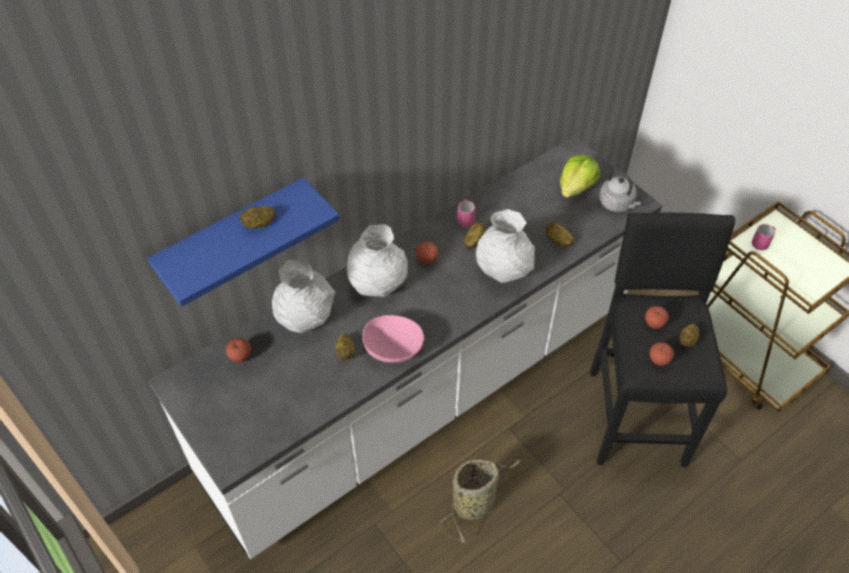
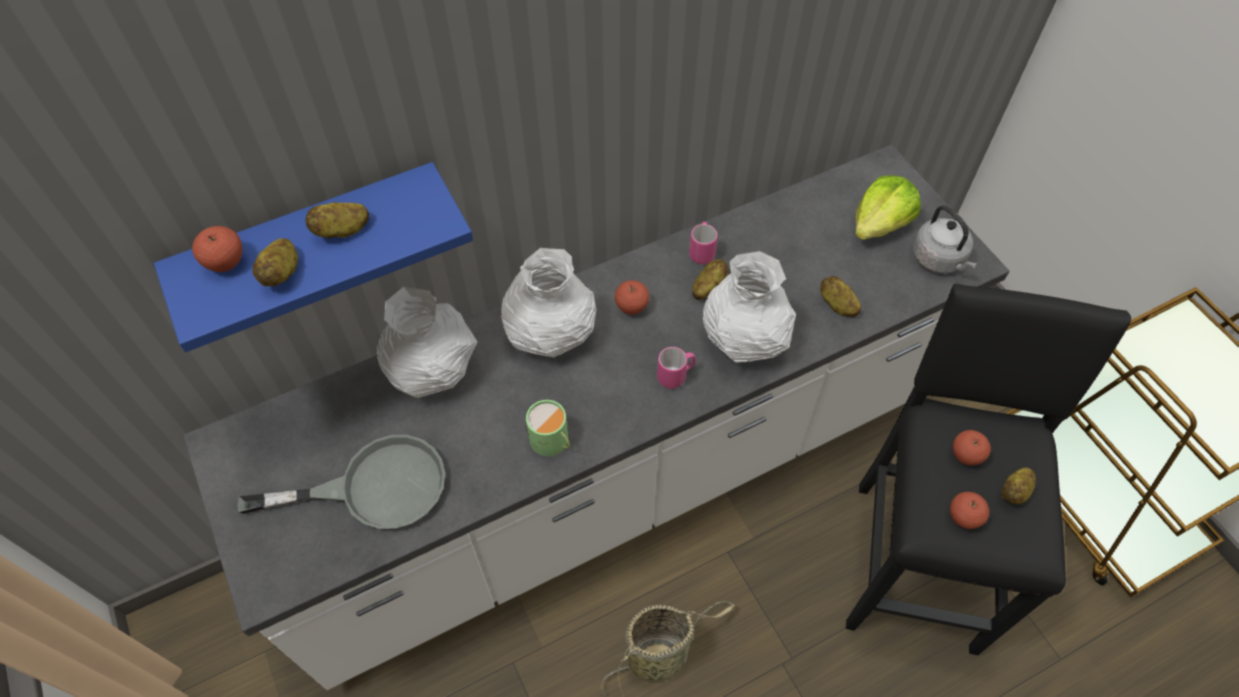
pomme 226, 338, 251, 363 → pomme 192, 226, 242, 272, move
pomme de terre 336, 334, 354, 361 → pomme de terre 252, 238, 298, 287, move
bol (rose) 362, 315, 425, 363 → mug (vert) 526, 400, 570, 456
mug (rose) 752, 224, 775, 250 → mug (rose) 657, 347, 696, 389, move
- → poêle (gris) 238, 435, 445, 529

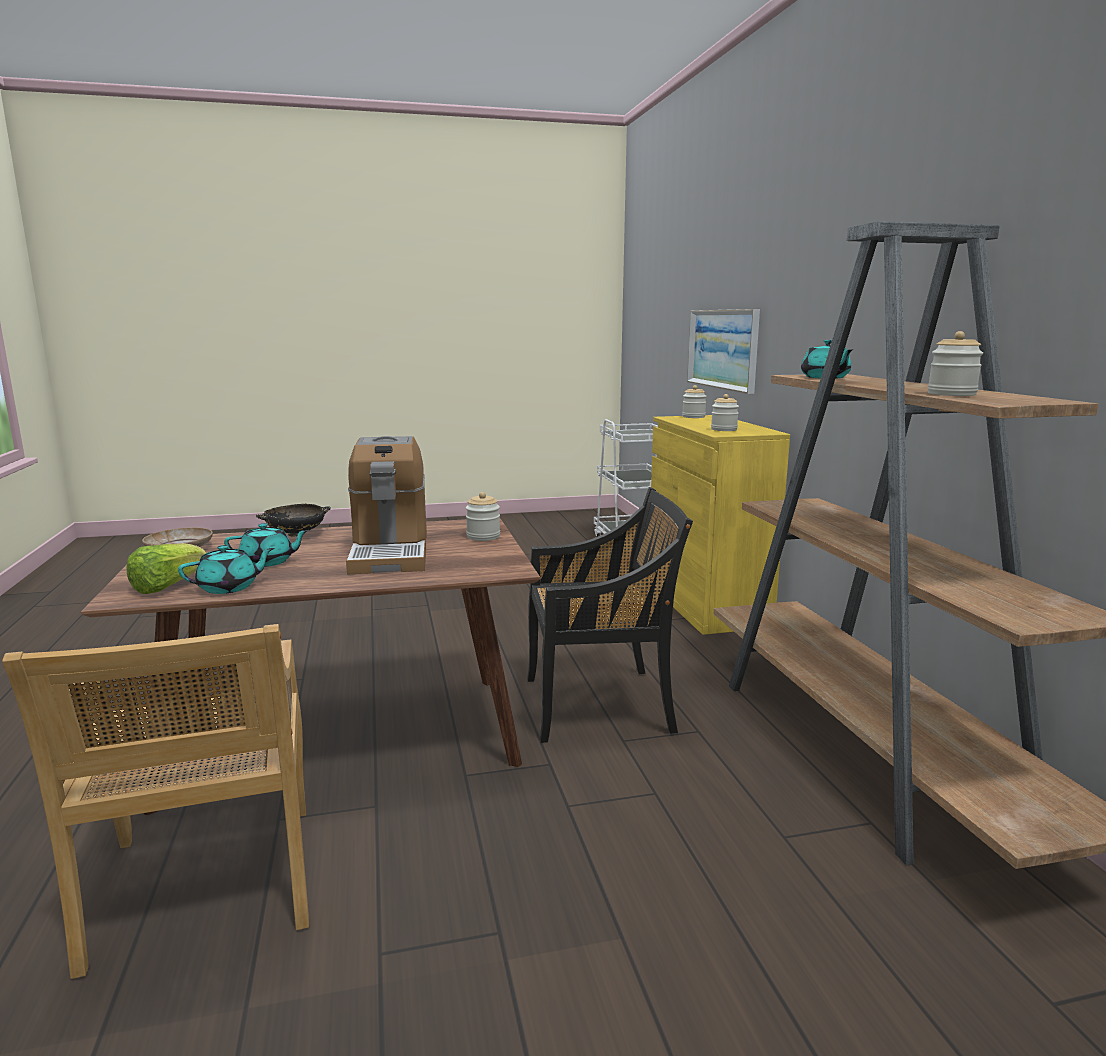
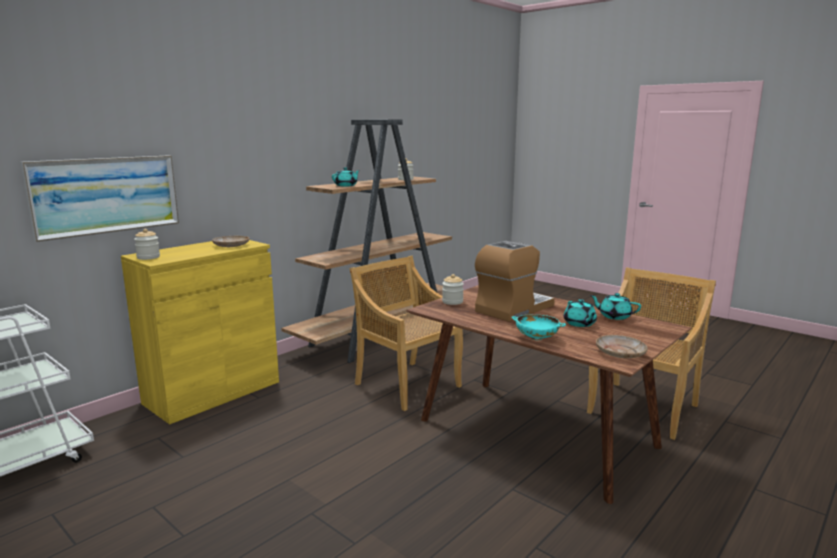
laitue 127, 543, 206, 594 → -
théière (turquoise) 224, 523, 309, 567 → théière (turquoise) 564, 299, 597, 327, 150 degrees counterclockwise
bol (noir) 256, 504, 331, 536 → bol (turquoise) 511, 315, 566, 340
chaise (noir) 527, 487, 693, 743 → chaise (beige) 350, 256, 463, 411
bocal 711, 394, 739, 431 → assiette (beige) 212, 236, 250, 247

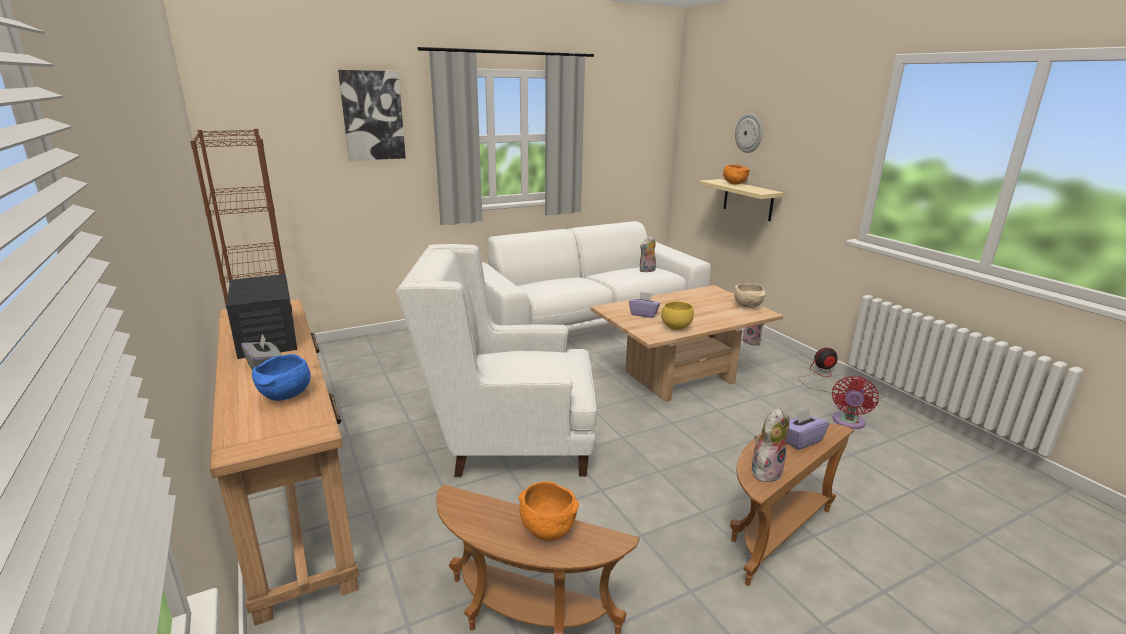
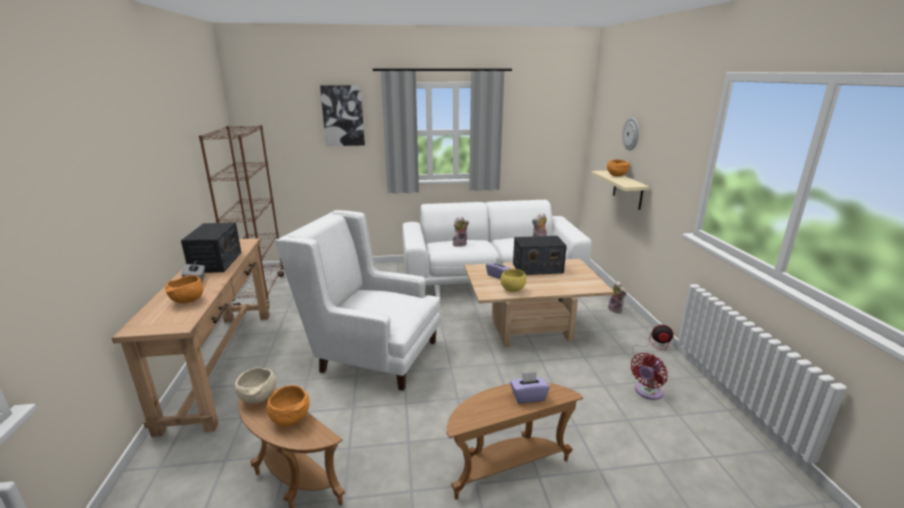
bol (bleu) 252, 354, 311, 401 → bol (orange) 165, 275, 203, 303
bol (beige) 734, 283, 766, 308 → bol (beige) 235, 367, 276, 404, move
peluche 752, 408, 789, 482 → peluche 453, 217, 469, 247, move
- → radio 513, 236, 567, 275

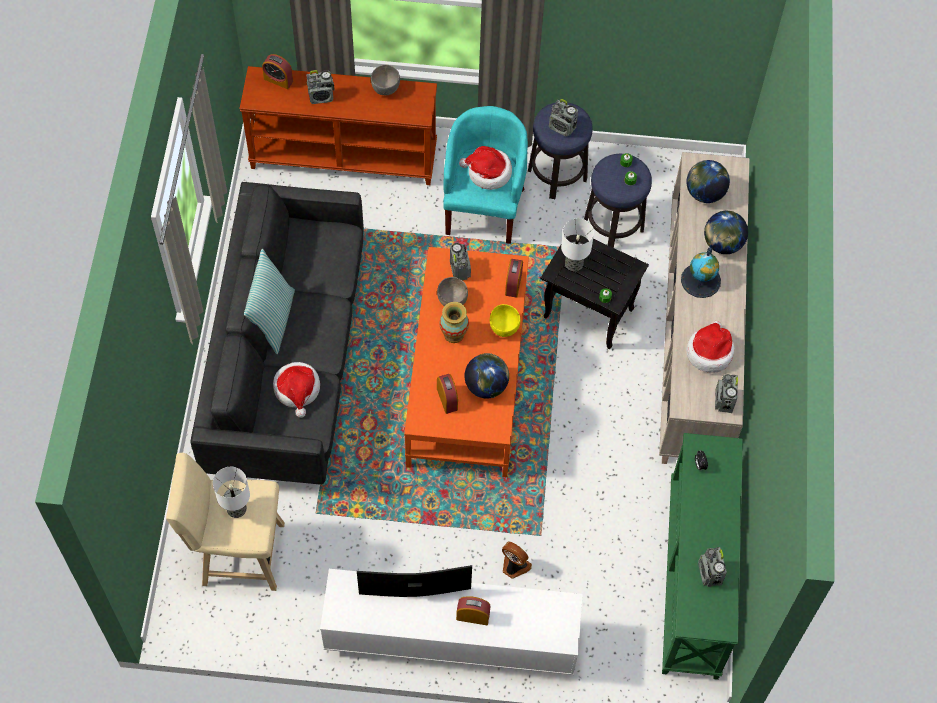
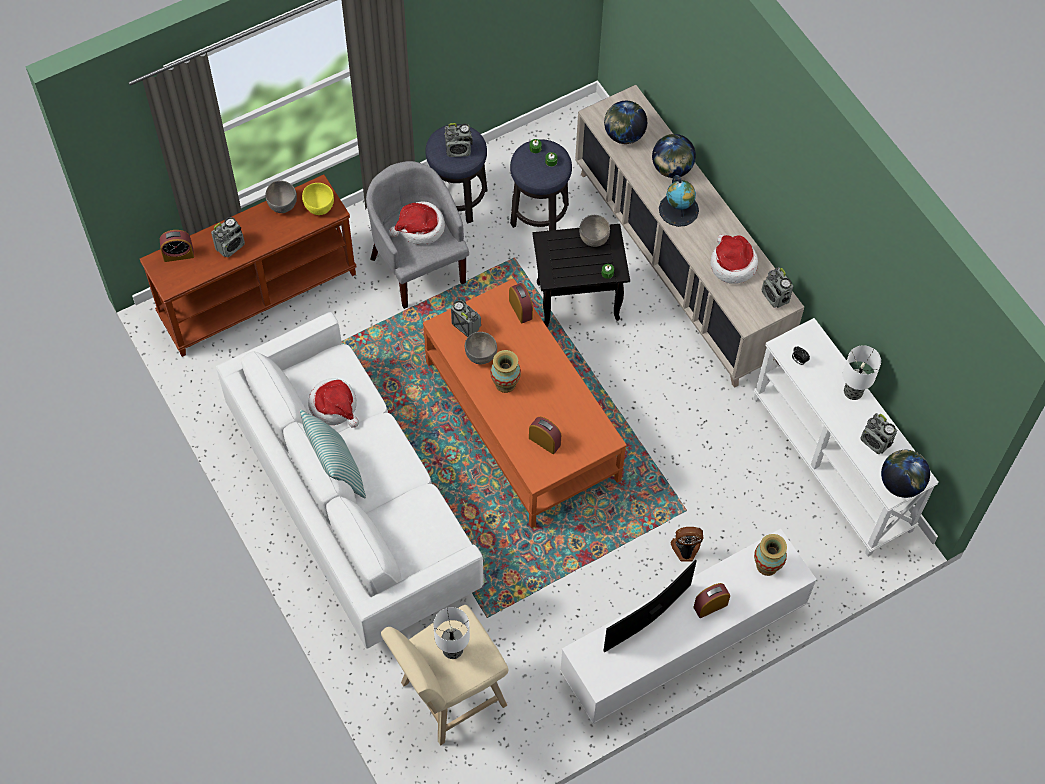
canapé (noir) 190, 182, 364, 484 → canapé (blanc) 216, 312, 484, 649
chapeau 273, 362, 320, 418 → chapeau 308, 378, 359, 428, move
fauteuil (turquoise) 443, 106, 528, 244 → fauteuil (gris) 366, 161, 469, 309
globe 464, 353, 509, 398 → globe 881, 450, 930, 498, move
bol (jaune) 490, 304, 520, 337 → bol (jaune) 302, 183, 334, 215, move
lampe de table 561, 218, 594, 271 → lampe de table 843, 345, 881, 400, move
table console (vert) 662, 433, 743, 680 → table console (blanc) 754, 318, 939, 556
- → bol (gris) 579, 215, 610, 247
- → vase 754, 534, 787, 576

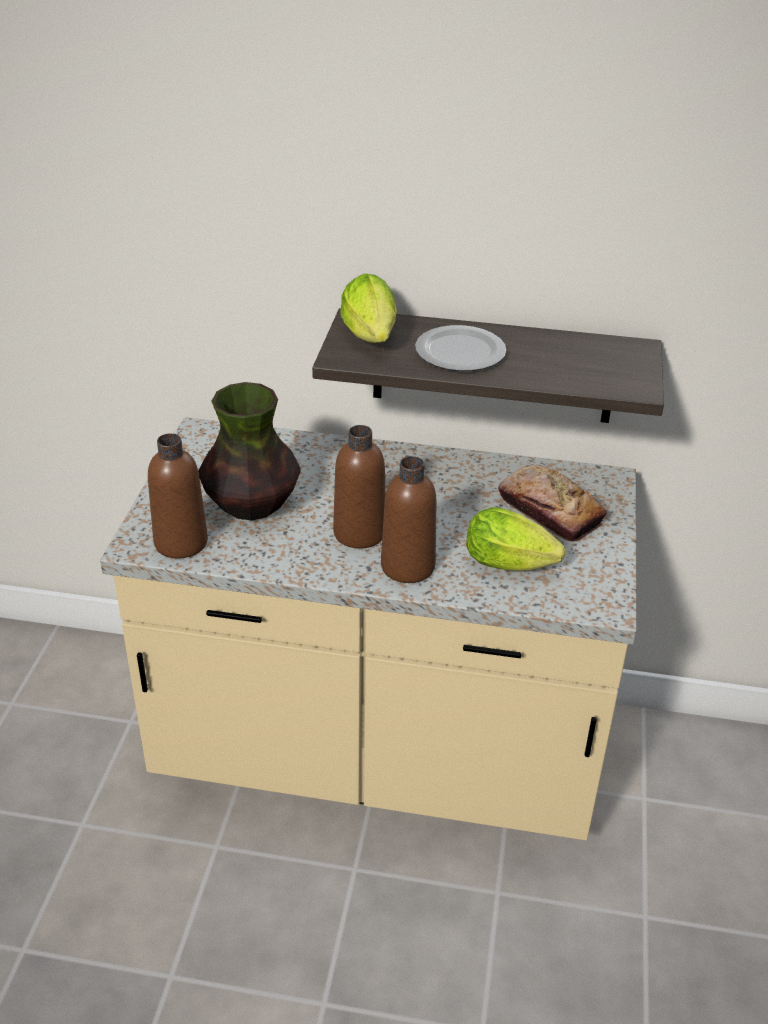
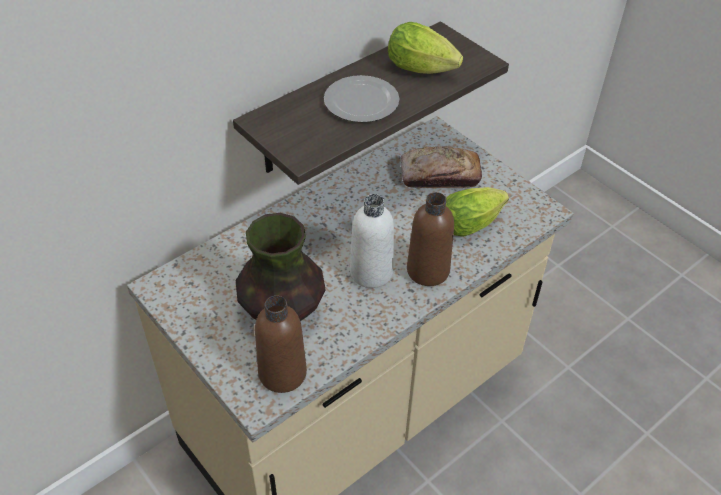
bouteille (marron) 333, 425, 386, 549 → bouteille (blanc) 350, 194, 394, 288
laitue 340, 273, 397, 343 → laitue 388, 22, 463, 74, move

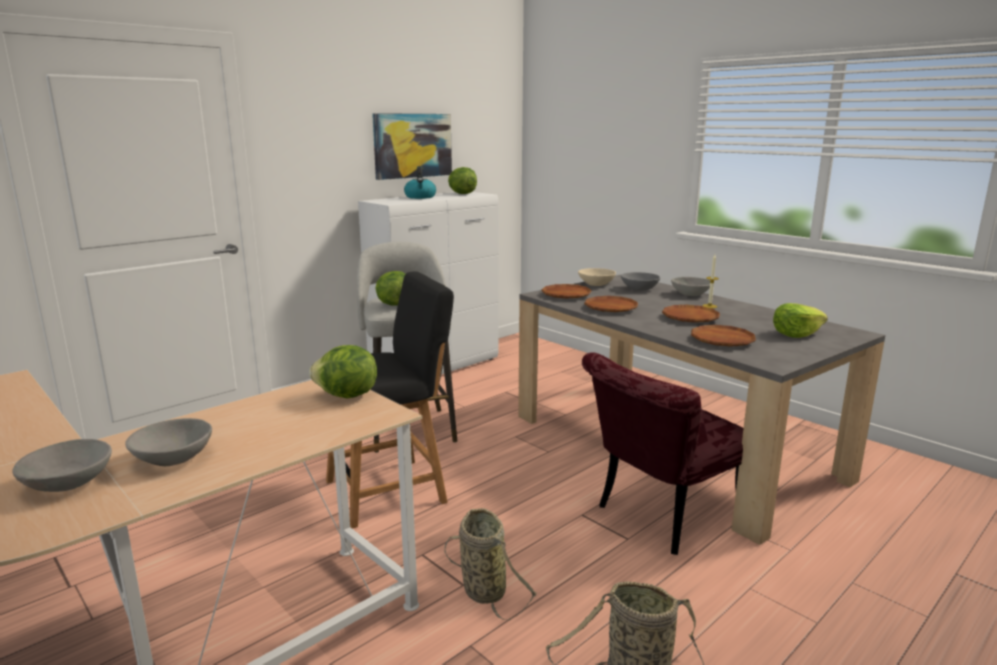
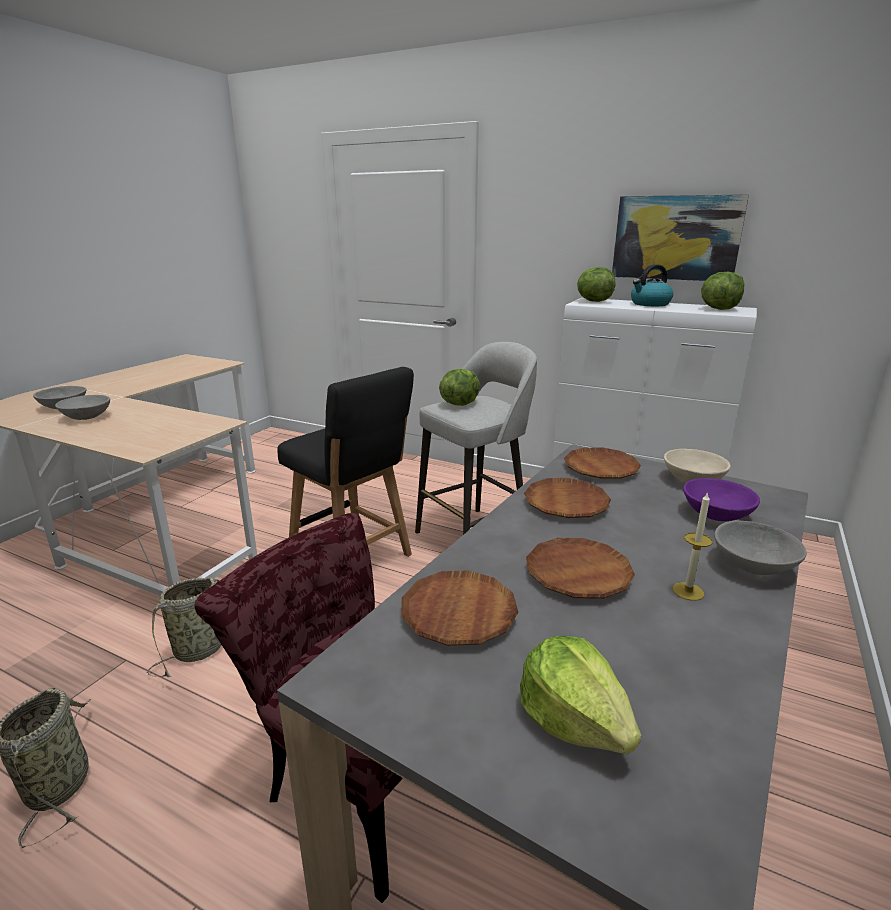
laitue 310, 345, 377, 399 → laitue 577, 267, 615, 302, move
bol (gris) 621, 272, 660, 291 → bol (violet) 683, 478, 760, 521

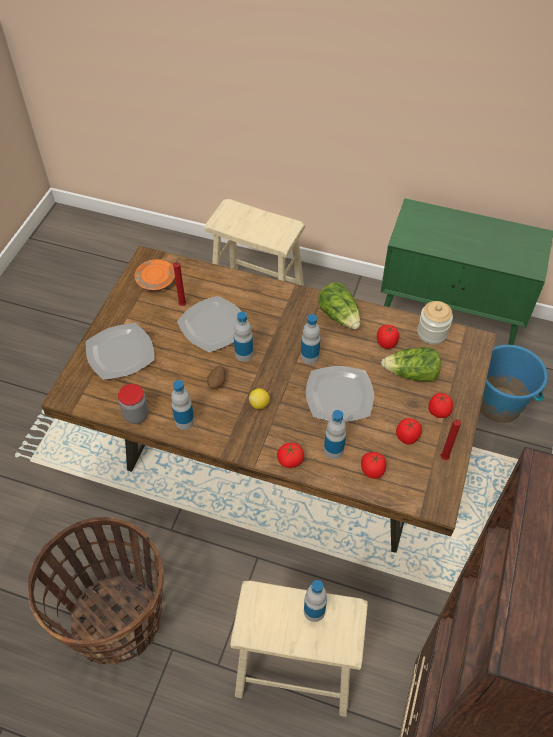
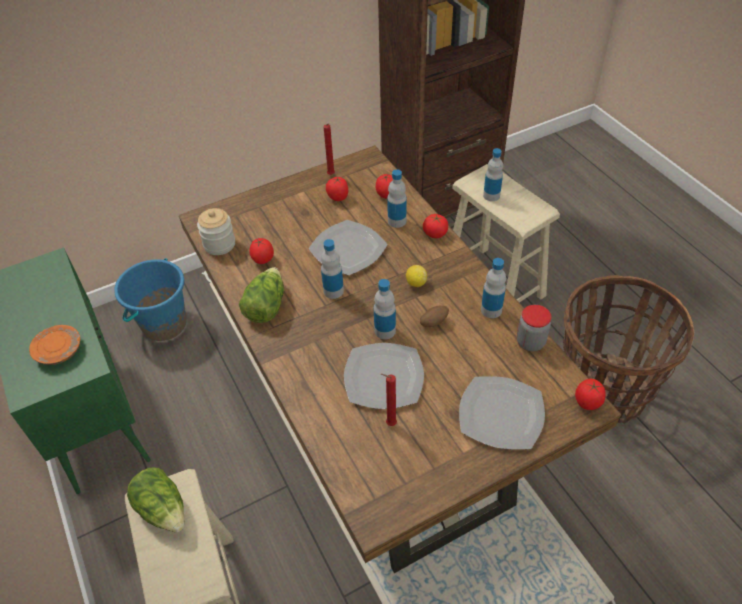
assiette (orange) 134, 259, 175, 291 → assiette (orange) 29, 325, 80, 365, move
laitue 381, 347, 441, 382 → laitue 127, 467, 185, 532, move
tomate 428, 393, 453, 418 → tomate 575, 379, 606, 410, move

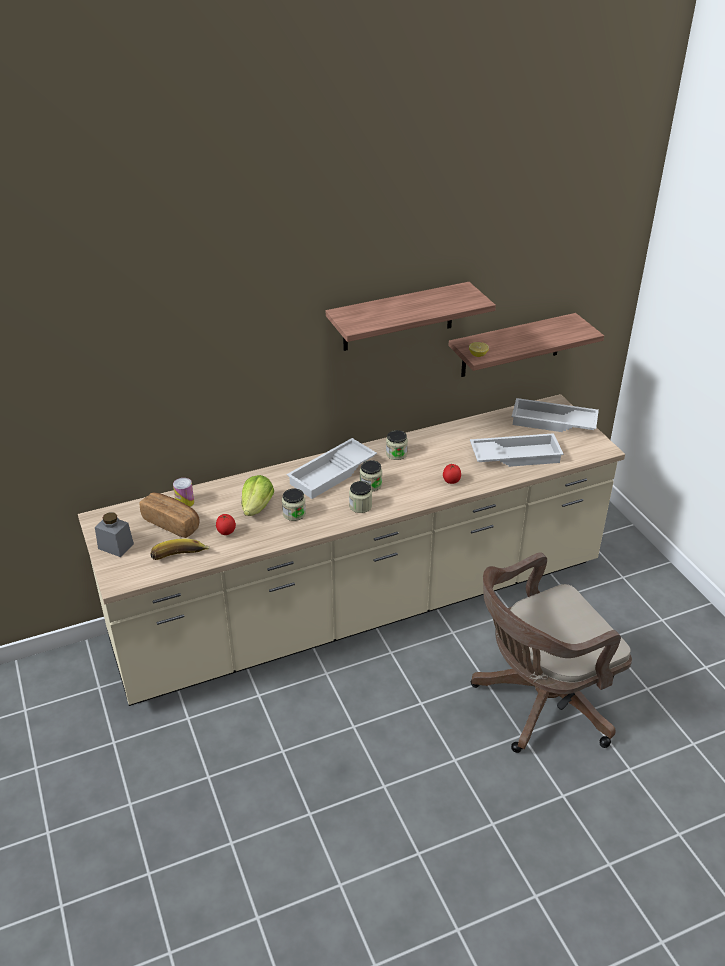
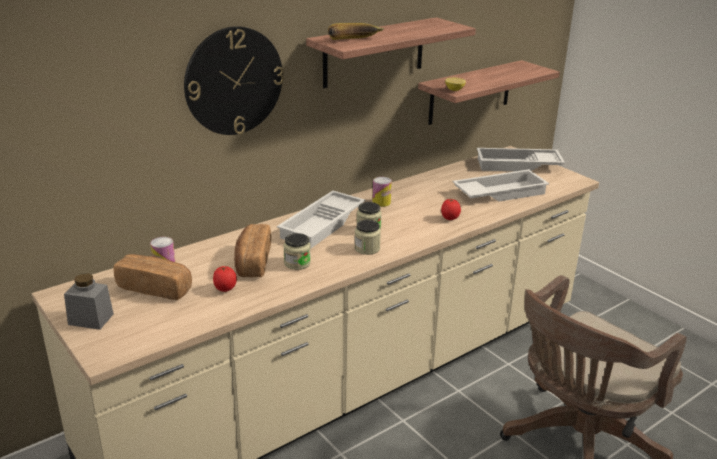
banane 150, 539, 210, 560 → banane 328, 23, 384, 40, move
laitue 242, 475, 274, 516 → pain 234, 224, 271, 277
bocal 386, 430, 408, 460 → boîte métallique 372, 177, 392, 207
- → horloge murale 184, 26, 284, 135

